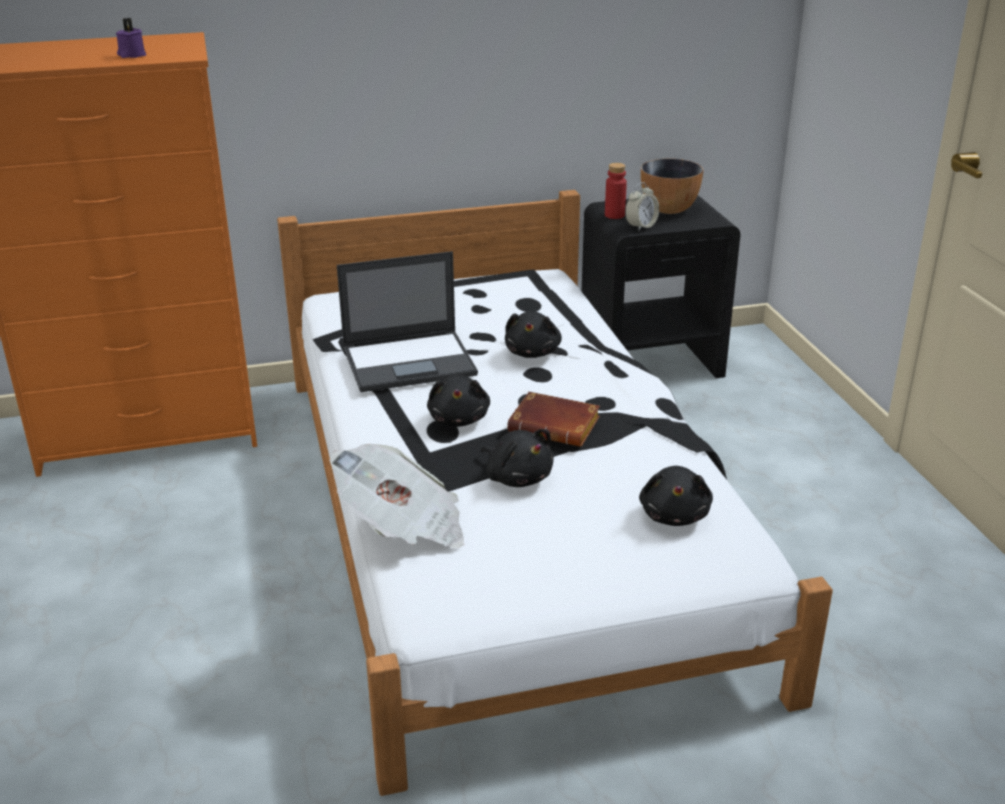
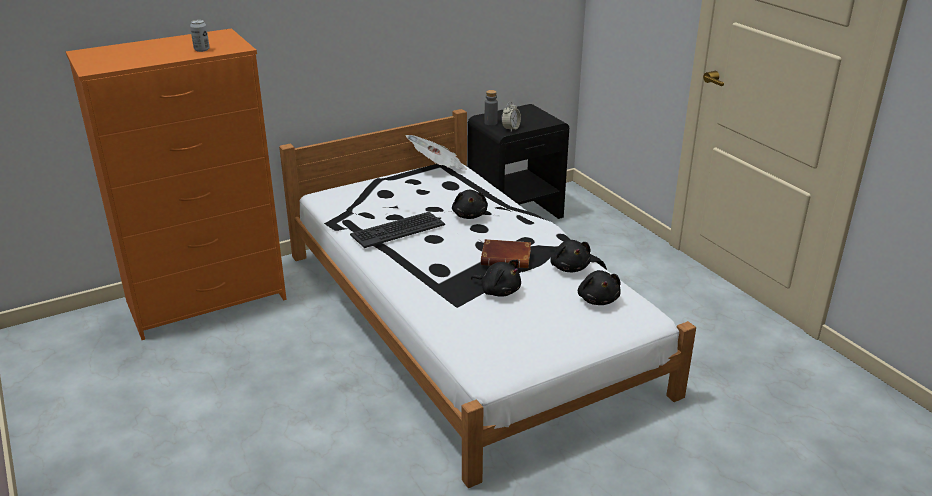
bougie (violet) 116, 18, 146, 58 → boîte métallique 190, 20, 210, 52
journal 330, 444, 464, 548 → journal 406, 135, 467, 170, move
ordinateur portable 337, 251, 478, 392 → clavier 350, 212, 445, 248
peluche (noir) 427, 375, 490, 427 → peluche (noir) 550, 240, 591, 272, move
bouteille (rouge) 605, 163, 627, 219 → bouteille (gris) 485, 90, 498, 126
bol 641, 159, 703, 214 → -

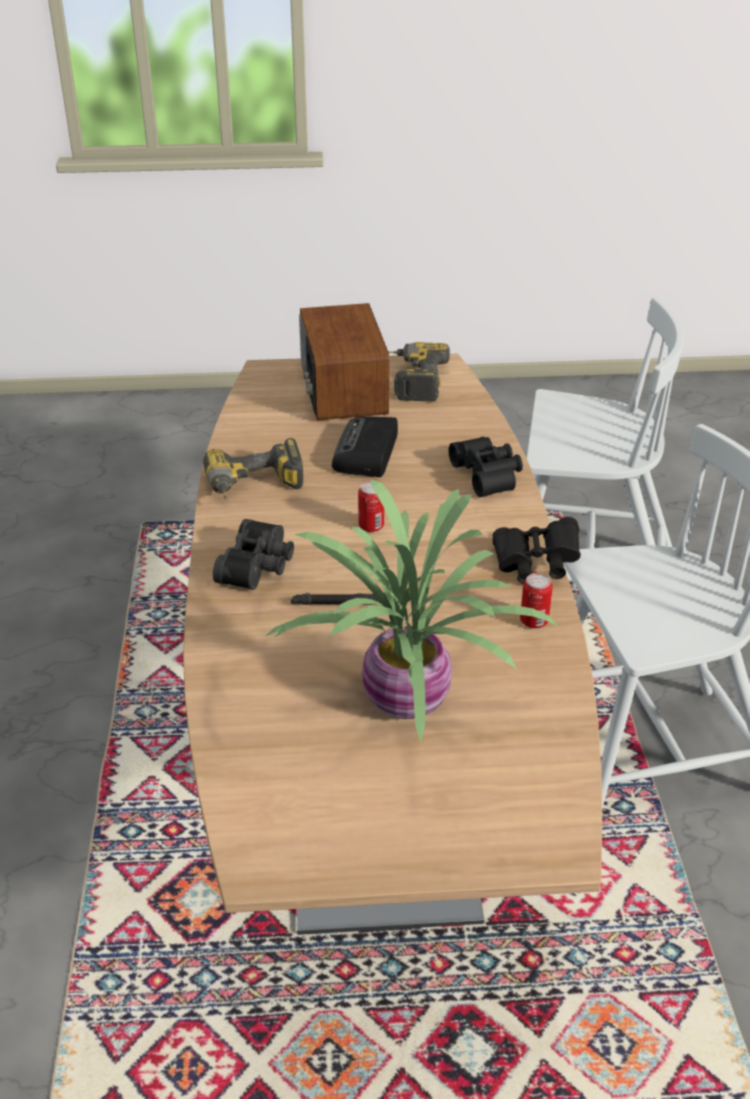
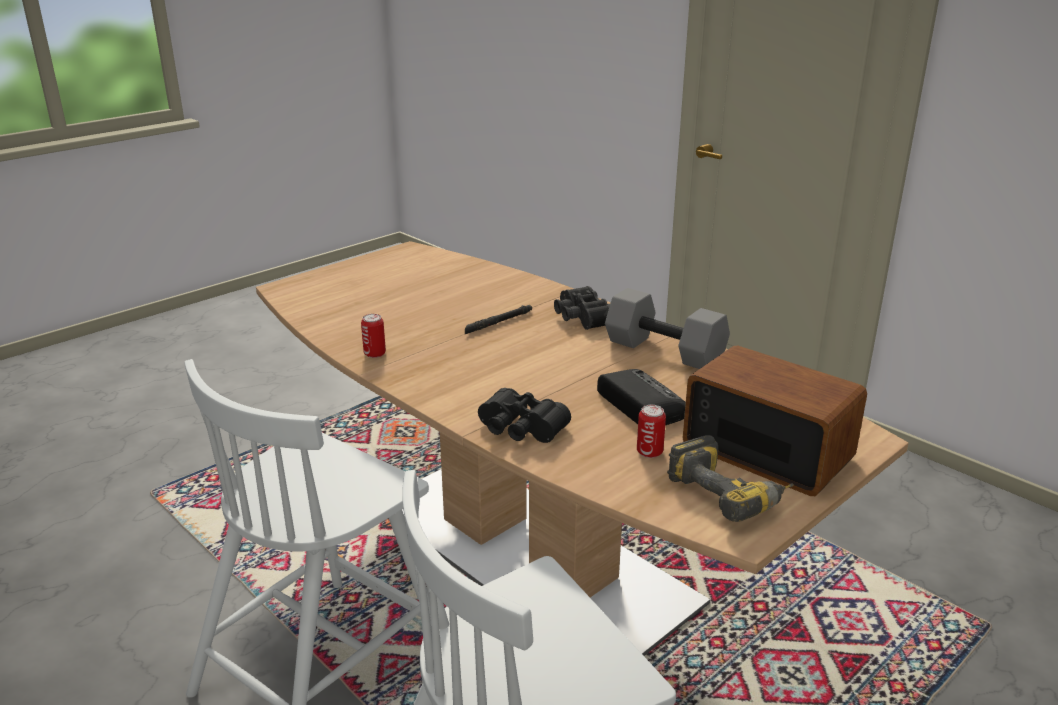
perceuse 203, 438, 303, 500 → haltère (gris) 605, 288, 730, 369
plante en pot 265, 480, 559, 743 → -
boîte métallique 358, 481, 384, 532 → boîte métallique 637, 405, 666, 458, move
jumelles (noir) 493, 517, 581, 584 → -

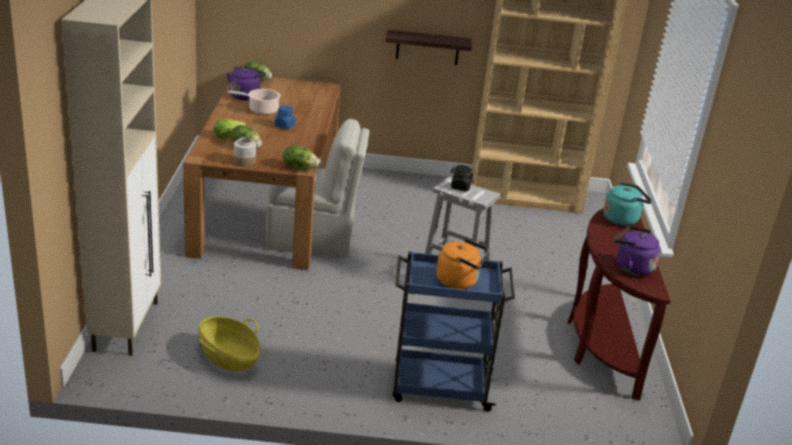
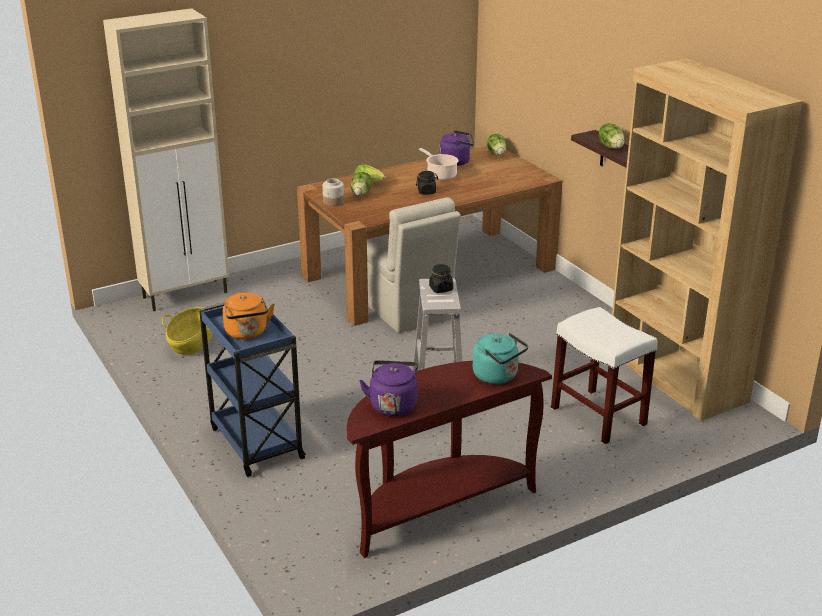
bocal (bleu) 275, 105, 296, 129 → bocal (noir) 416, 171, 438, 194
laitue 282, 146, 319, 169 → laitue 598, 123, 624, 149, move
- → tabouret (blanc) 551, 307, 657, 445

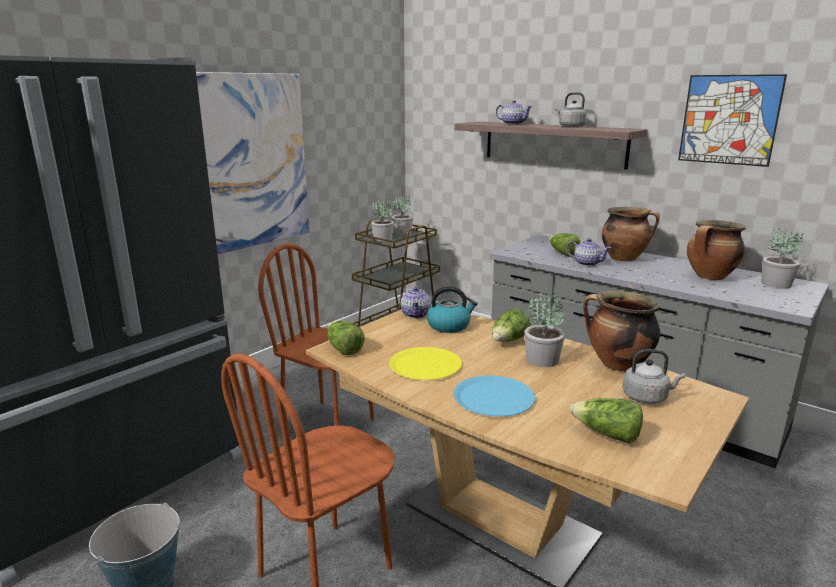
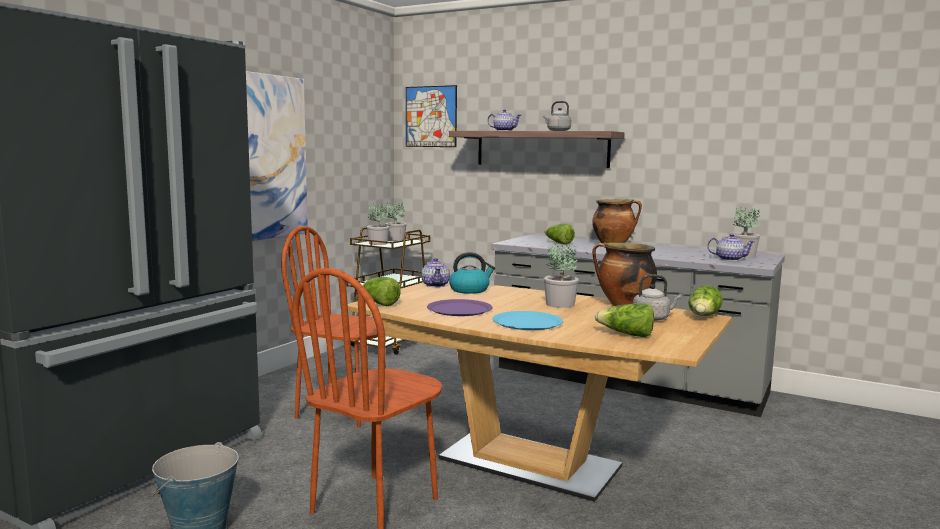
assiette (jaune) 389, 347, 462, 380 → assiette (violet) 427, 299, 493, 316
laitue 492, 309, 531, 342 → laitue 688, 285, 723, 316, move
théière 566, 238, 611, 266 → théière 707, 233, 755, 261, move
tableau 678, 74, 787, 167 → tableau 406, 85, 457, 147, move
marmite 687, 220, 746, 280 → -

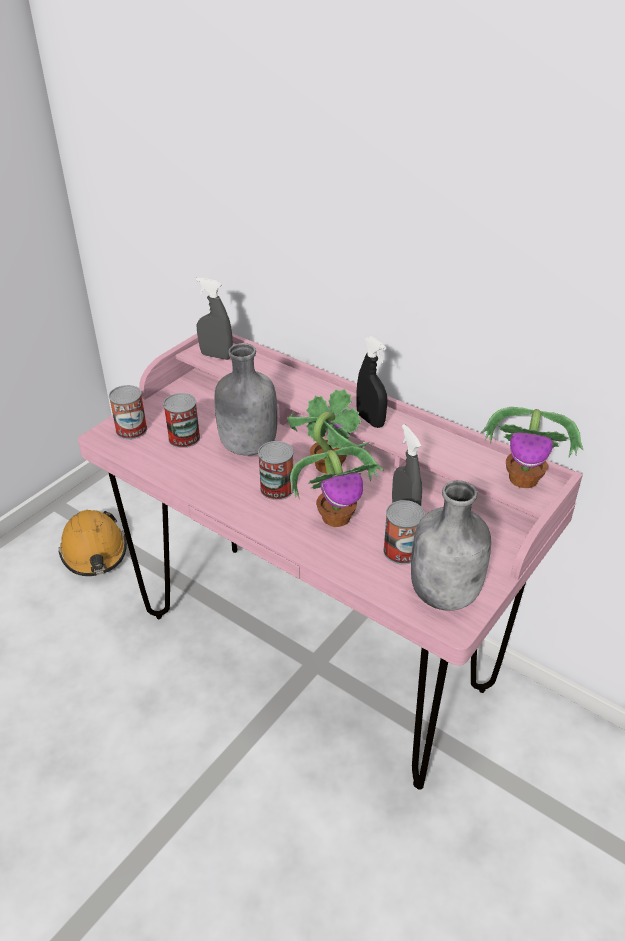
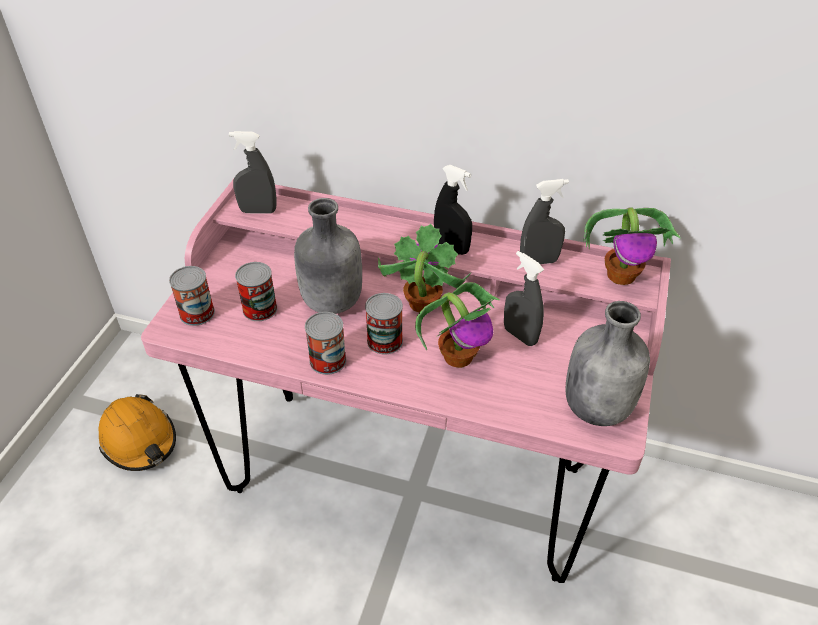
boîte métallique 383, 500, 425, 565 → boîte métallique 305, 312, 346, 375, move
- → vaporisateur (gris) 520, 179, 569, 264

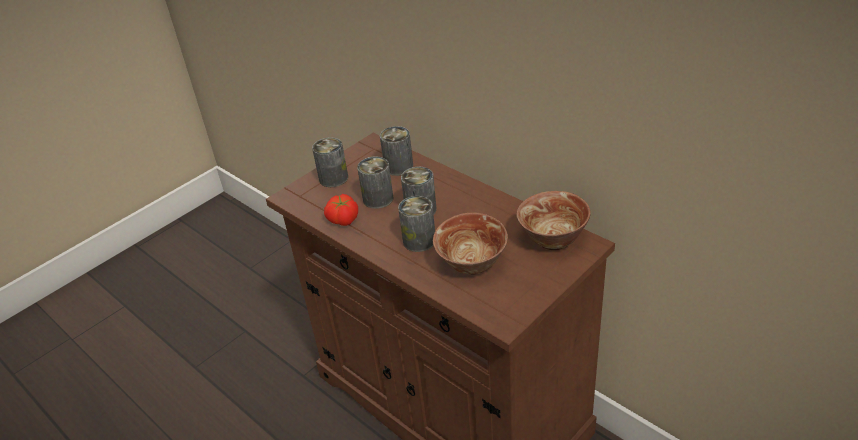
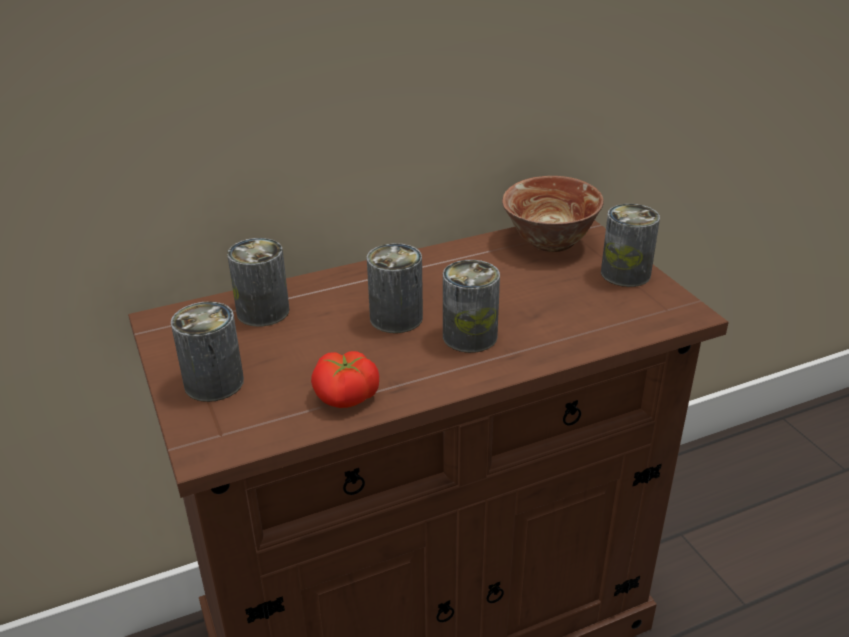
boîte métallique 357, 157, 393, 209 → boîte métallique 601, 204, 660, 287, move
bol 433, 212, 508, 275 → -

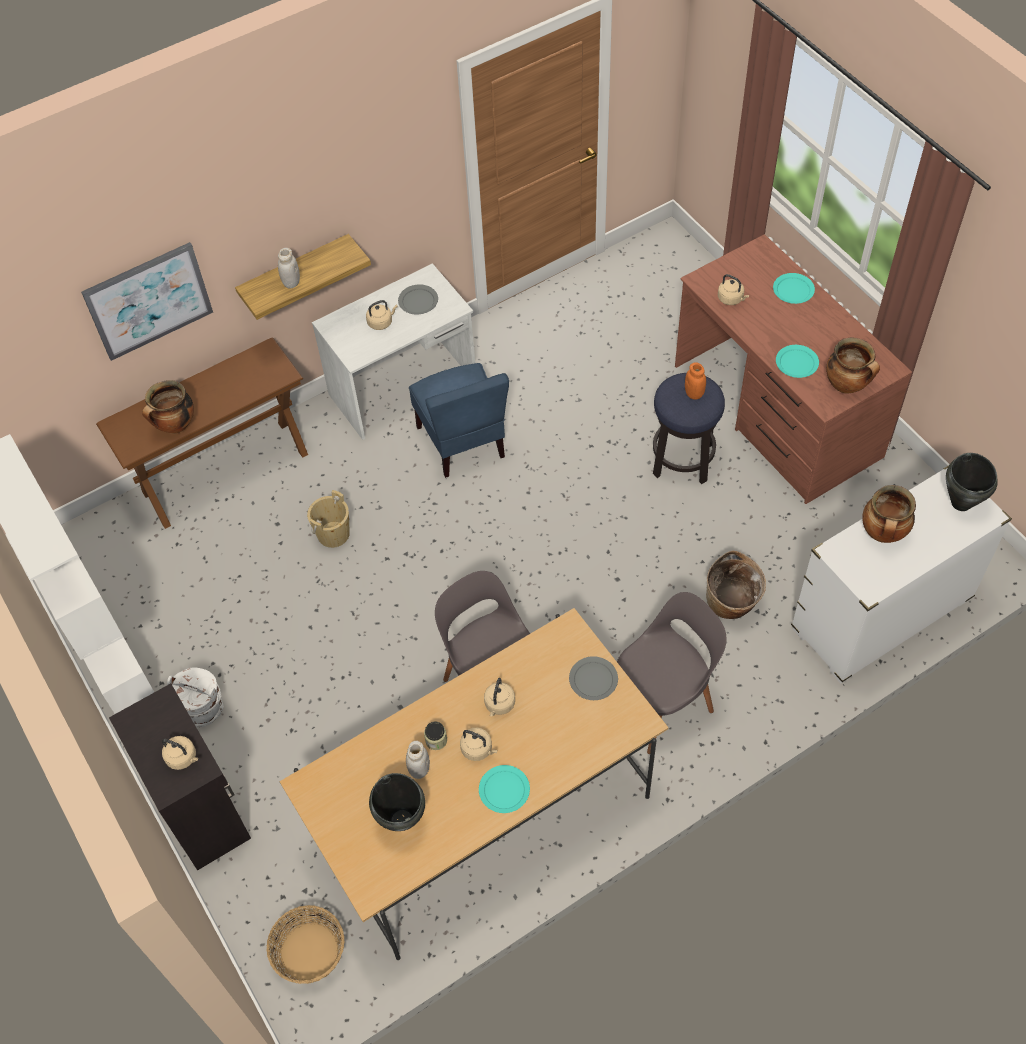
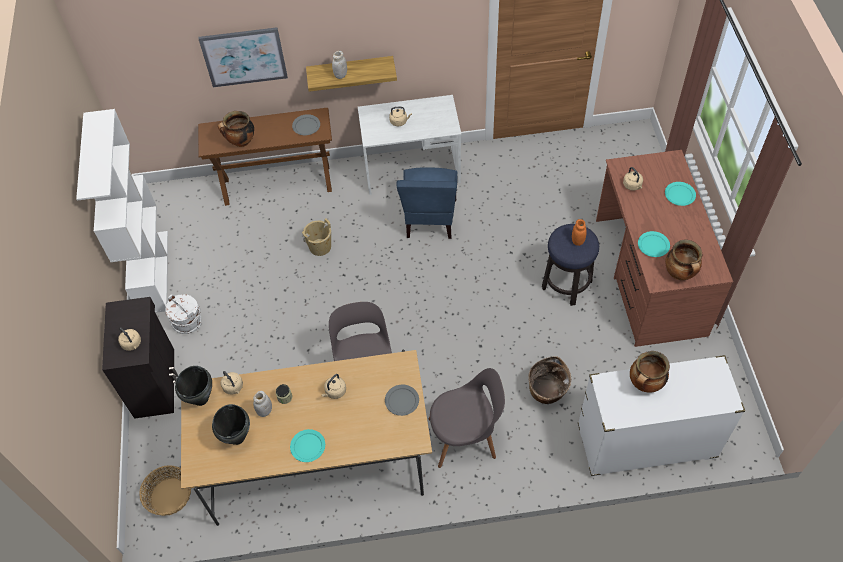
assiette (gris) 398, 284, 438, 315 → assiette (gris) 292, 114, 320, 135, move
bouilloire (beige) 460, 728, 497, 761 → bouilloire (beige) 221, 371, 243, 394, move
marmite (noir) 946, 453, 998, 511 → marmite (noir) 175, 366, 212, 406, move

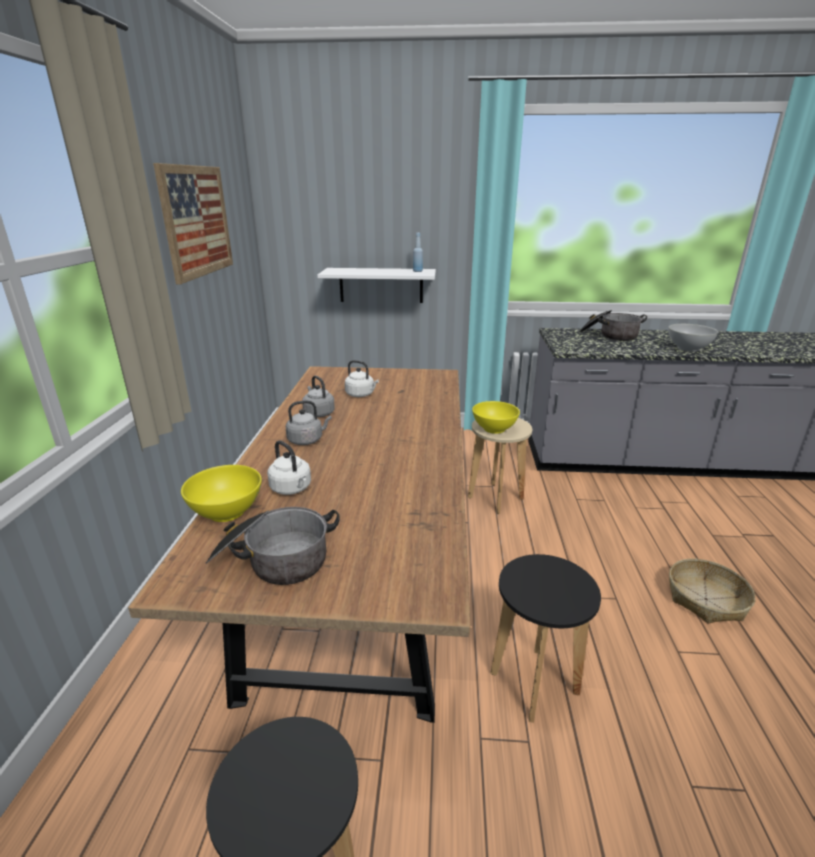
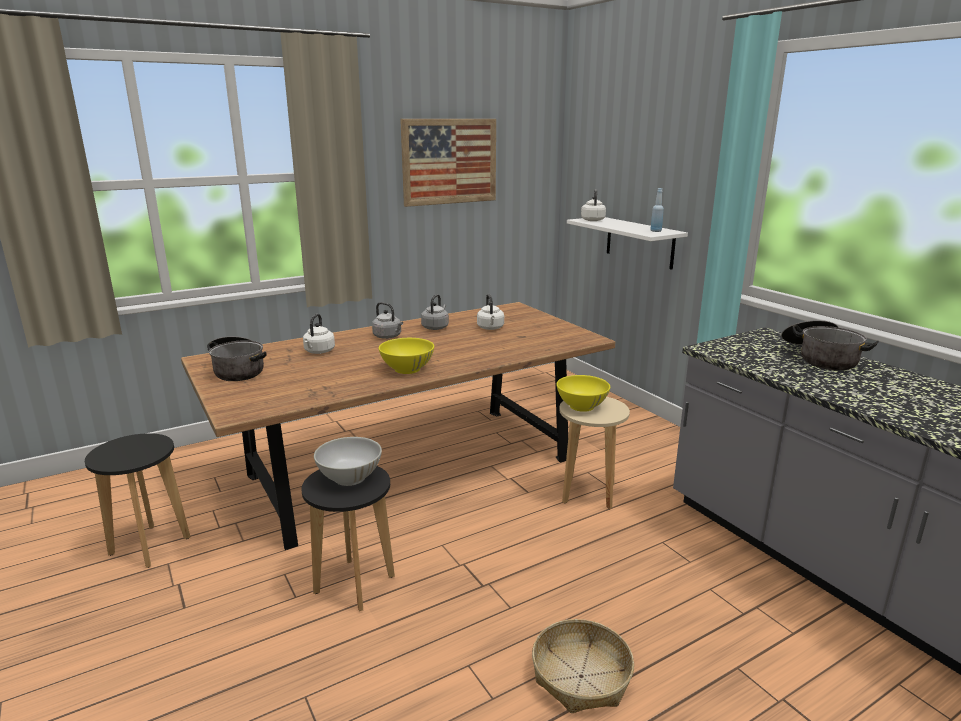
bol (jaune) 181, 465, 262, 522 → bol (jaune) 379, 338, 434, 374, move
bol (blanc) 668, 324, 719, 352 → bol (blanc) 314, 437, 382, 486, move
- → bouilloire (blanc) 581, 189, 606, 221

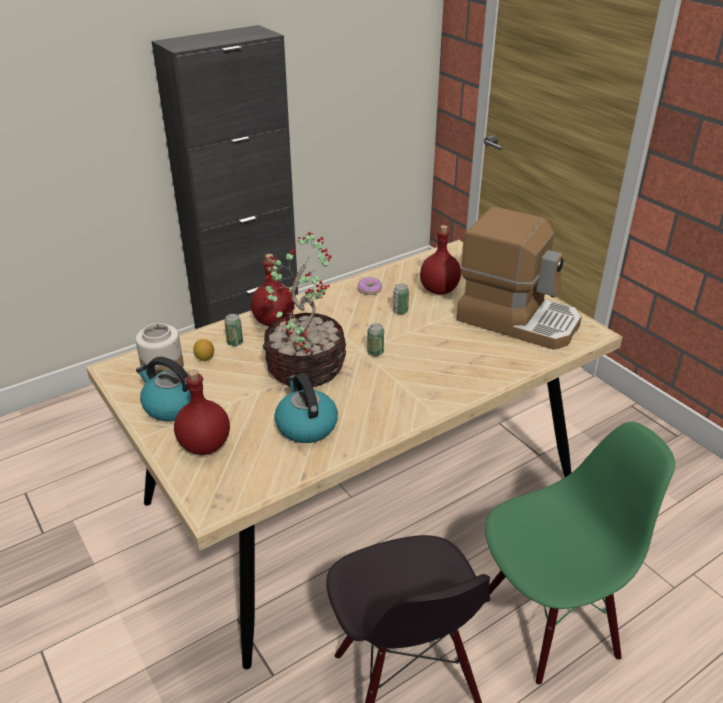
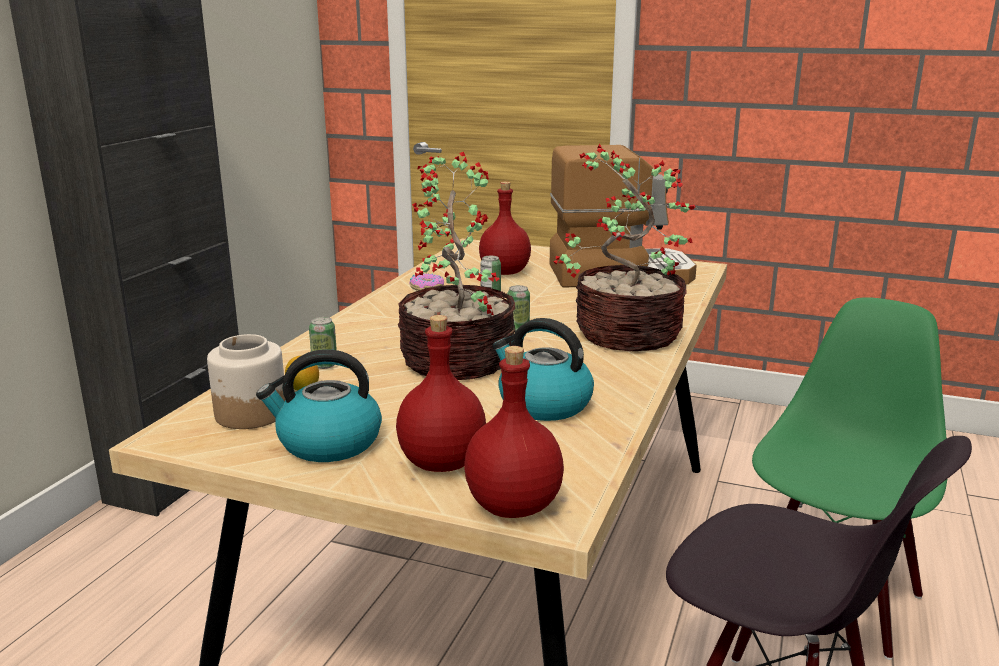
bouteille (rouge) 251, 254, 295, 326 → bouteille (rouge) 464, 346, 564, 518, move
- → plante en pot 553, 144, 696, 351

